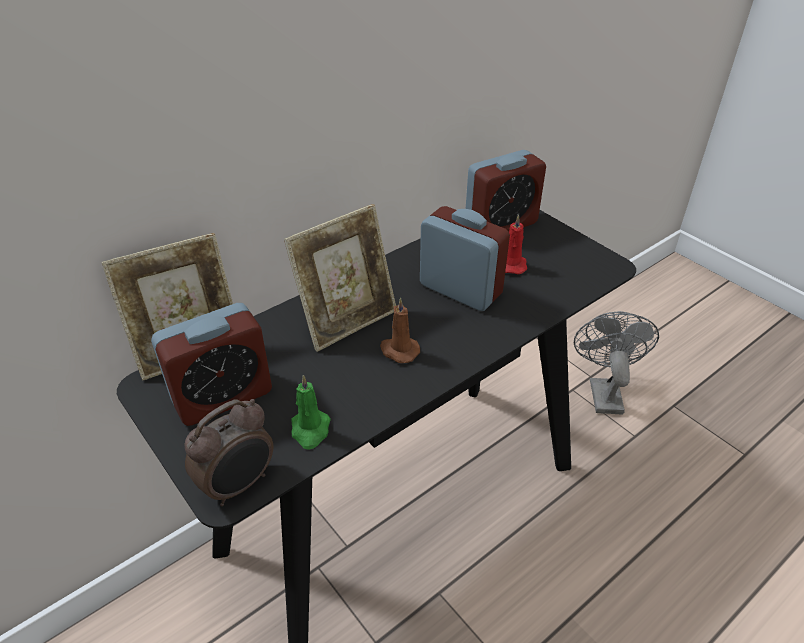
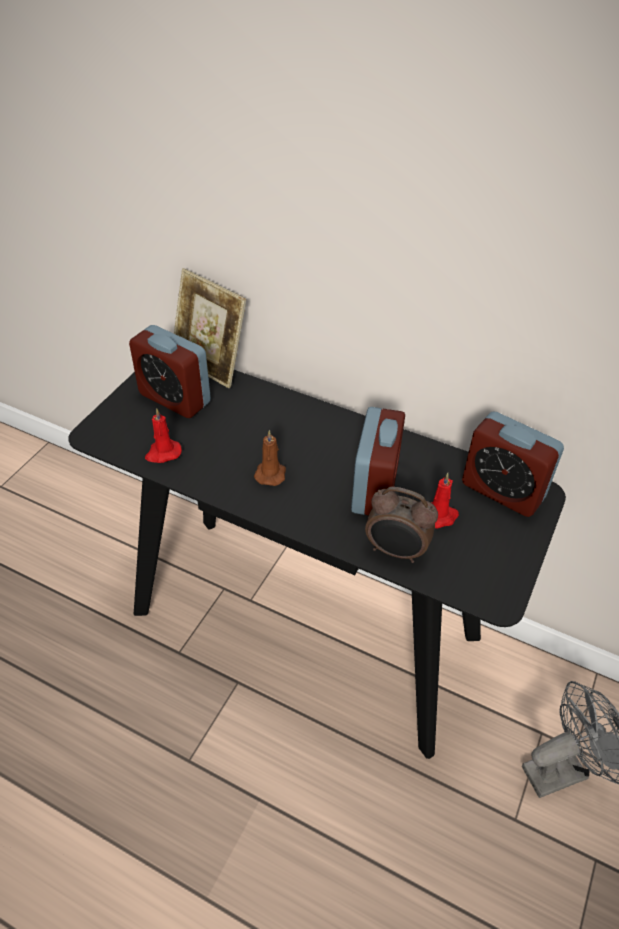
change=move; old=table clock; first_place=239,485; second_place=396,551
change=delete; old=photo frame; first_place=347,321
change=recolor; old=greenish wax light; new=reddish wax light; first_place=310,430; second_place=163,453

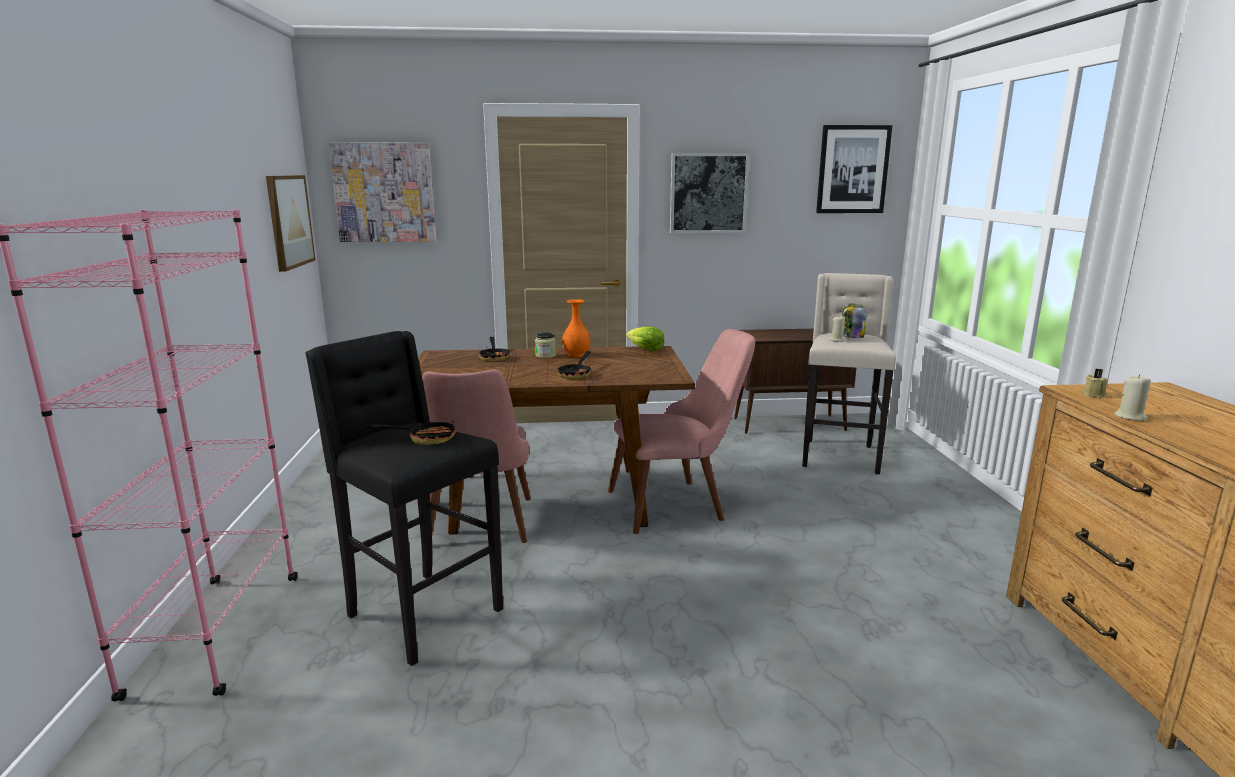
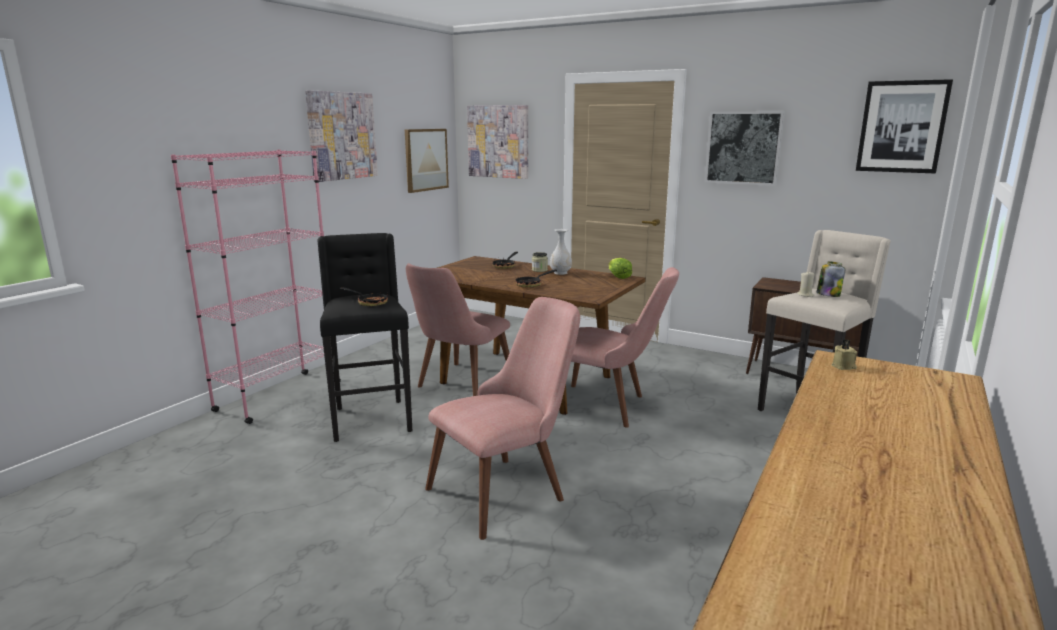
change=recolor; old=orange-coloured vase; new=white-coloured vase; first_place=576,355; second_place=560,273
change=delete; old=beige wax light; first_place=1130,417
change=insert; new=picture; second_place=342,136
change=insert; new=pink plain chair; second_place=508,488

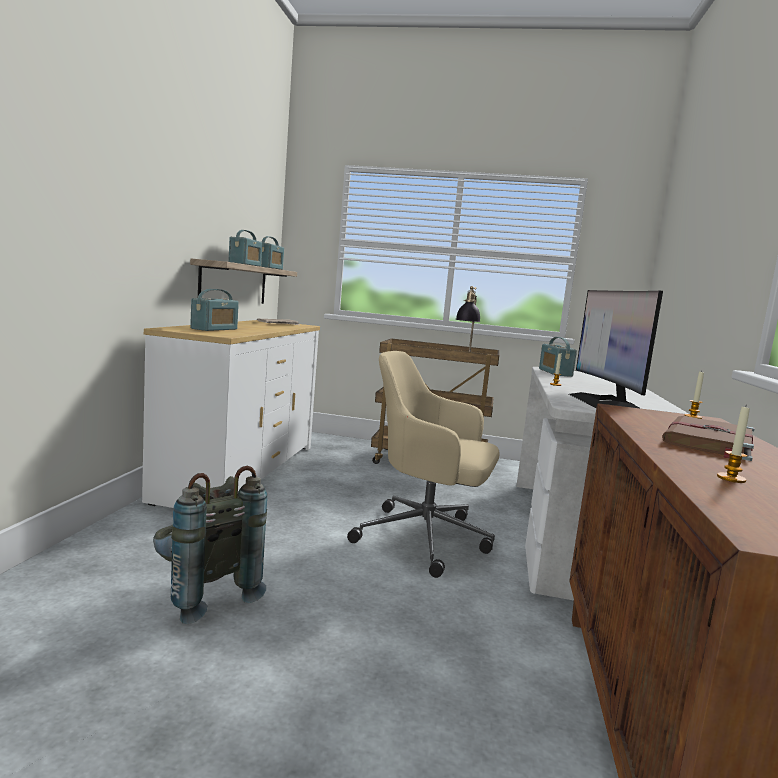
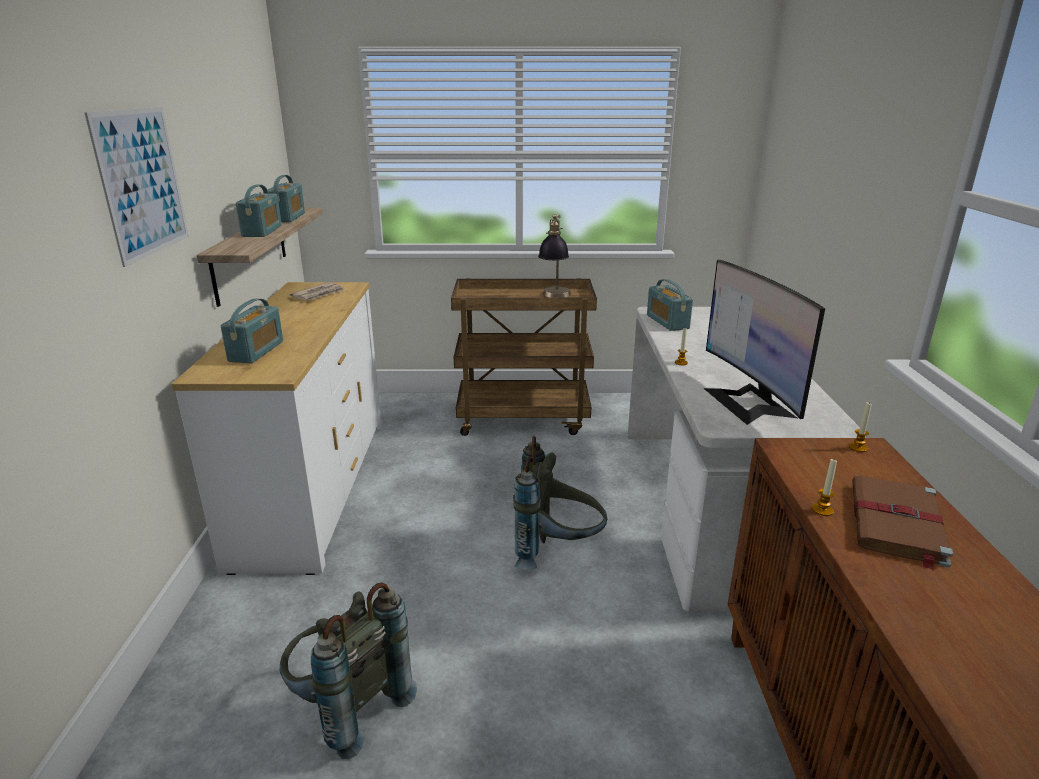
change=replace; old=beige desk chair; new=greyish knapsack; first_place=426,539; second_place=557,552
change=move; old=wax light; first_place=731,478; second_place=822,510
change=insert; new=picture; second_place=142,182

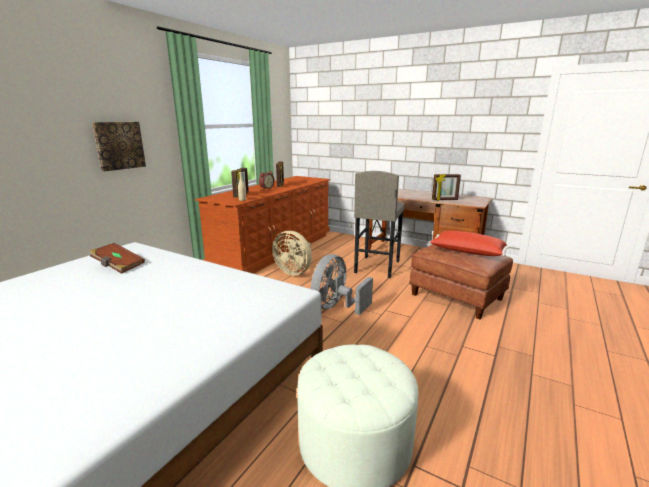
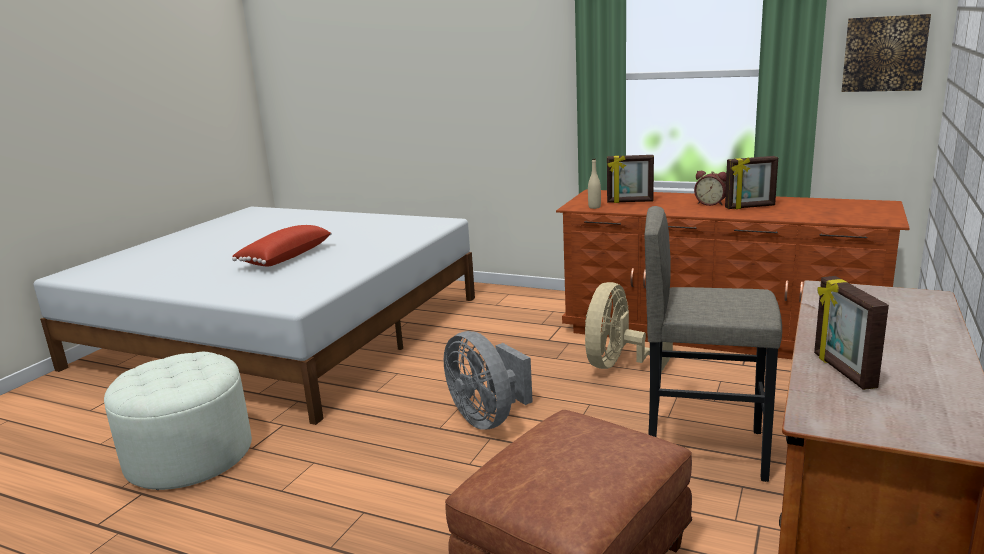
change=delete; old=brown-coloured book; first_place=118,266
change=move; old=picture; first_place=119,145; second_place=884,53
change=rotate; old=greyish cooling fan; first_place=336,307; second_place=488,418; degrees=-150
change=move; old=reddish throw pillow; first_place=467,253; second_place=284,257

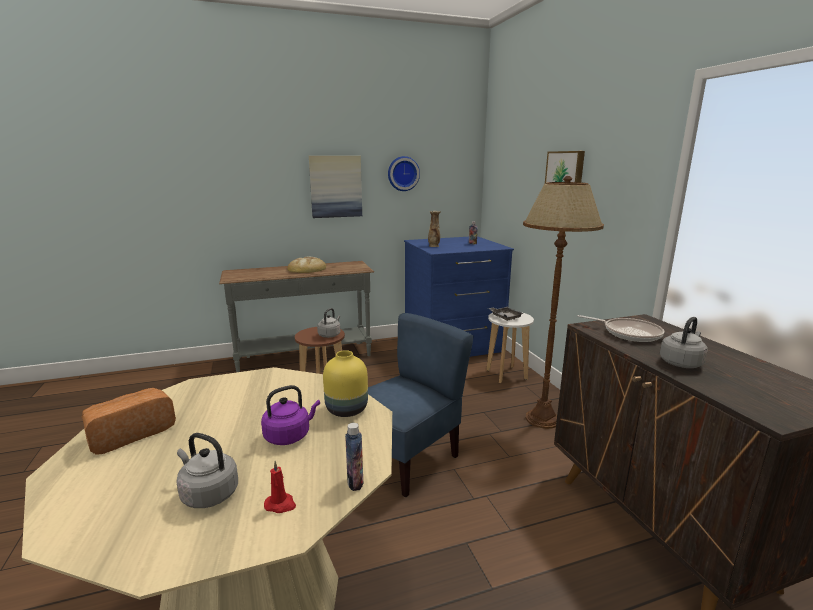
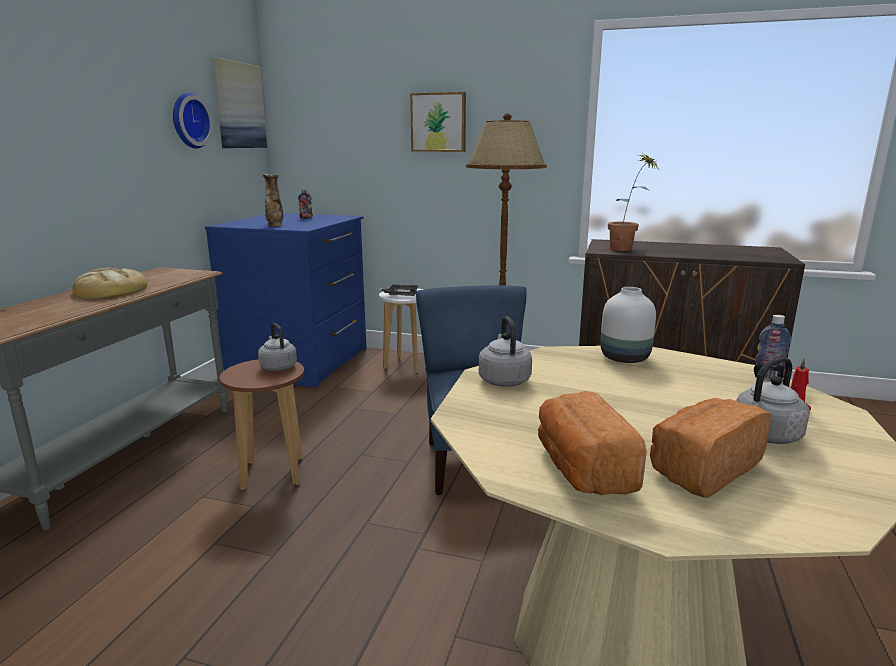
change=delete; old=purplish tea kettle; first_place=289,436
change=move; old=picture; first_place=336,186; second_place=239,106
change=recolor; old=yellow vase; new=white-coloured vase; first_place=345,409; second_place=624,358
change=replace; old=frying pan; new=houseplant; first_place=628,333; second_place=627,248
change=move; old=greyish tea kettle; first_place=681,363; second_place=503,380
change=insert; new=baked bread; second_place=702,468

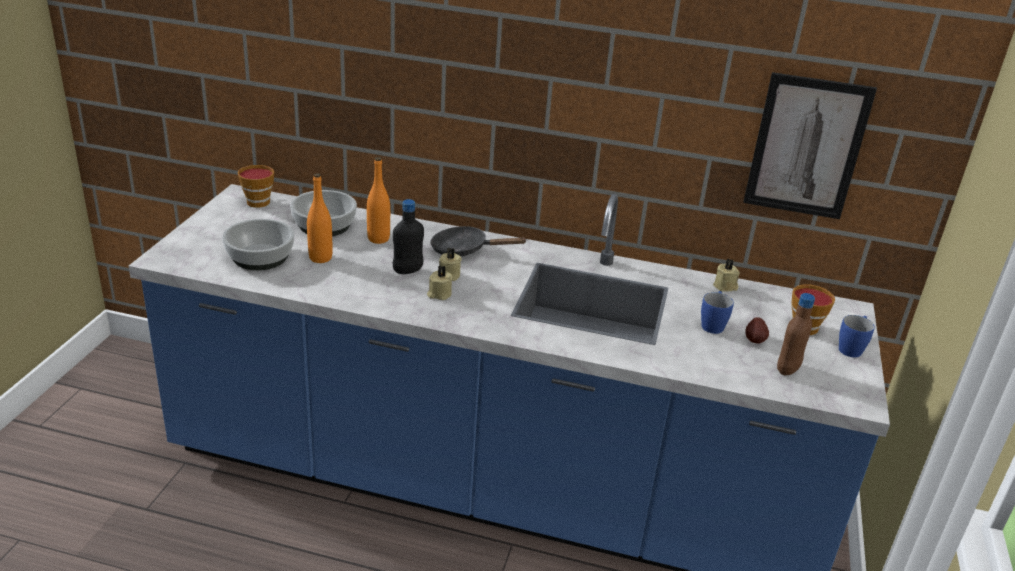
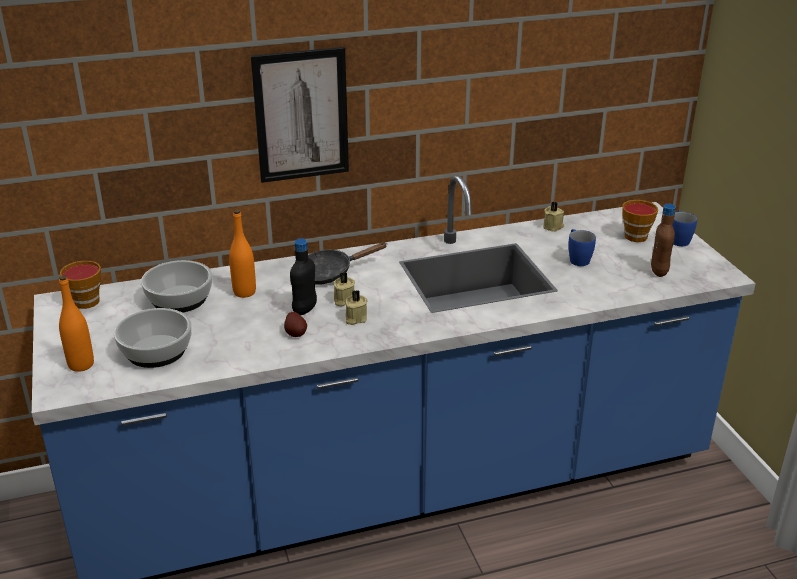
change=move; old=orange-coloured bottle; first_place=320,258; second_place=81,365
change=move; old=picture; first_place=806,147; second_place=301,115
change=move; old=potato; first_place=755,339; second_place=296,333

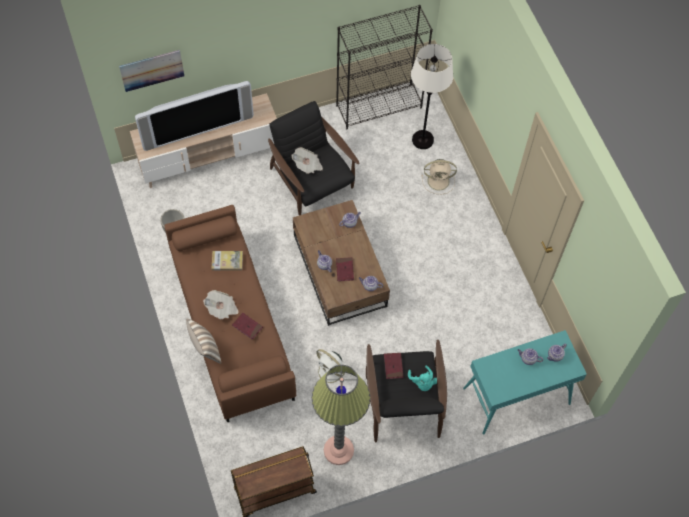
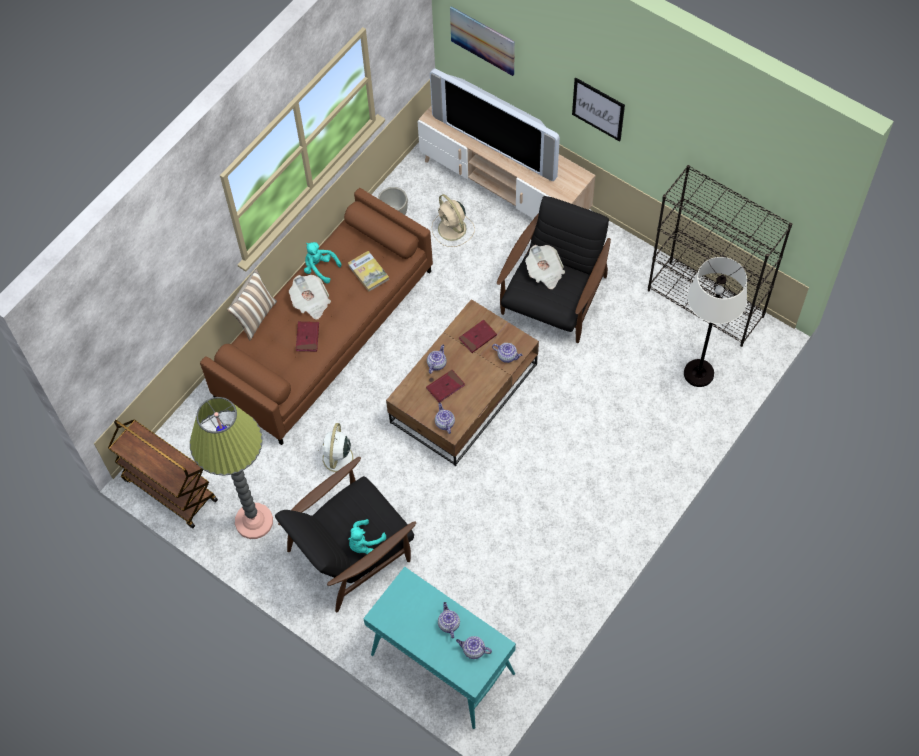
change=move; old=reddish book; first_place=393,366; second_place=477,337
change=move; old=beige cooling fan; first_place=439,181; second_place=452,229
change=insert; new=turquoise-coloured plush toy; second_place=320,268
change=insert; new=picture; second_place=598,109

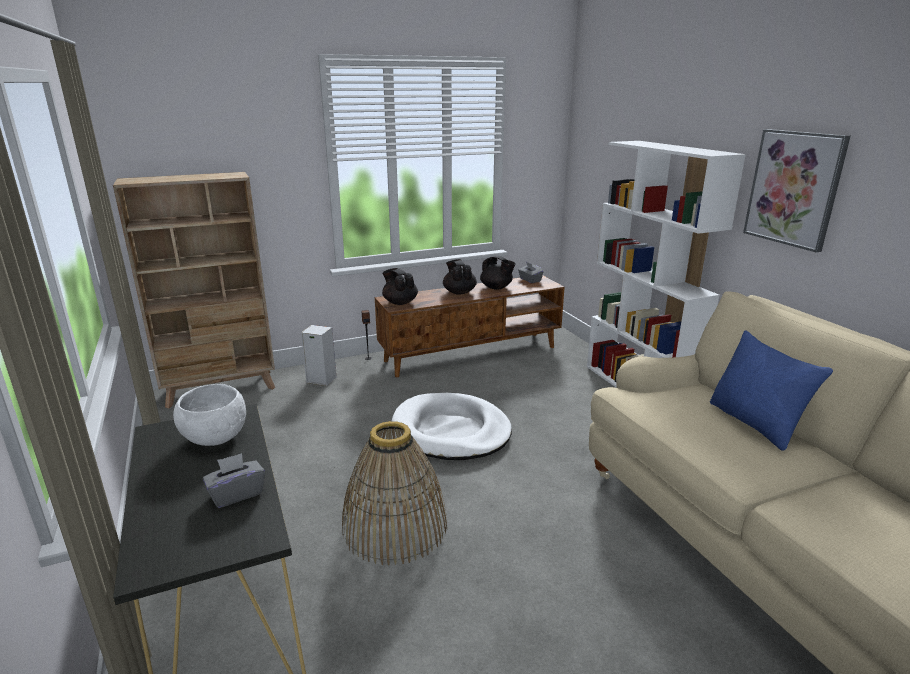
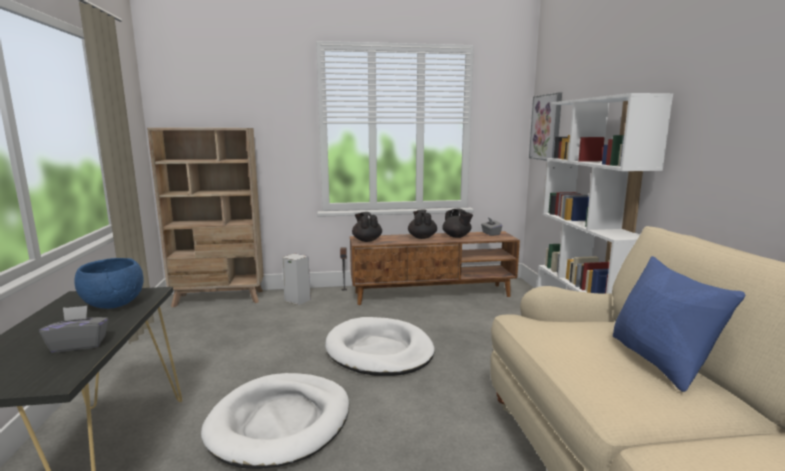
change=recolor; old=white-coloured bowl; new=blue-coloured bowl; first_place=215,439; second_place=113,305
change=replace; old=basket; new=white-coloured pet bed; first_place=395,526; second_place=280,422
change=move; old=picture; first_place=794,188; second_place=546,127

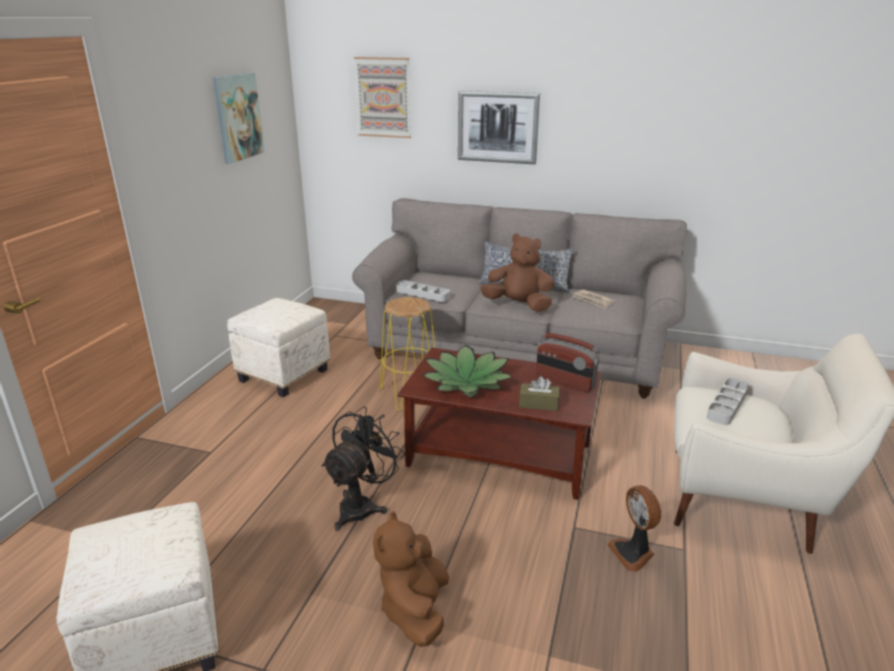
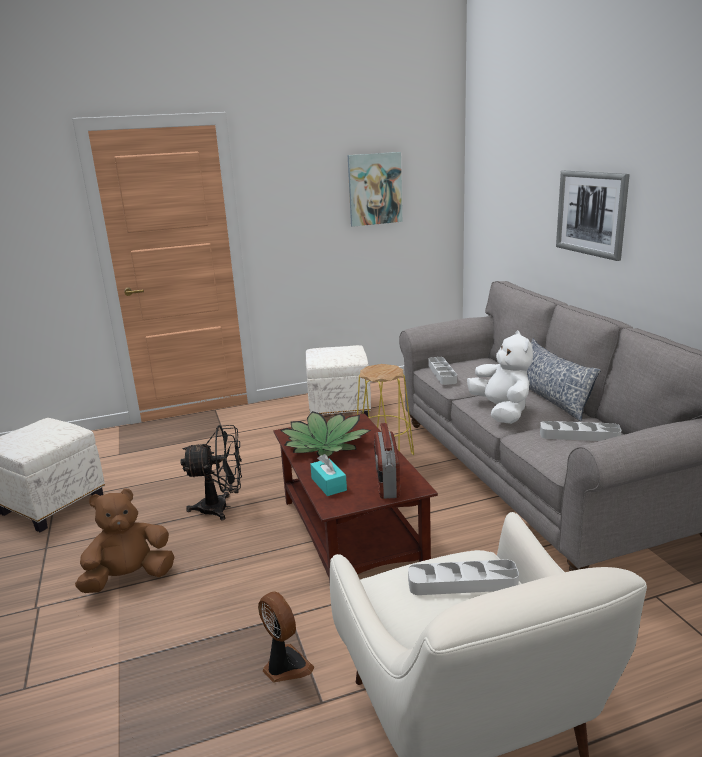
change=delete; old=picture; first_place=383,97
change=recolor; old=brown-coloured plush toy; new=white-coloured plush toy; first_place=518,305; second_place=501,412
change=recolor; old=brown-coloured tissue box; new=turquoise-coloured tissue box; first_place=538,404; second_place=328,484
change=replace; old=daily paper; new=greyish serving tray; first_place=593,300; second_place=579,435
change=rotate; old=cooling fan; first_place=633,553; second_place=285,666; degrees=105

